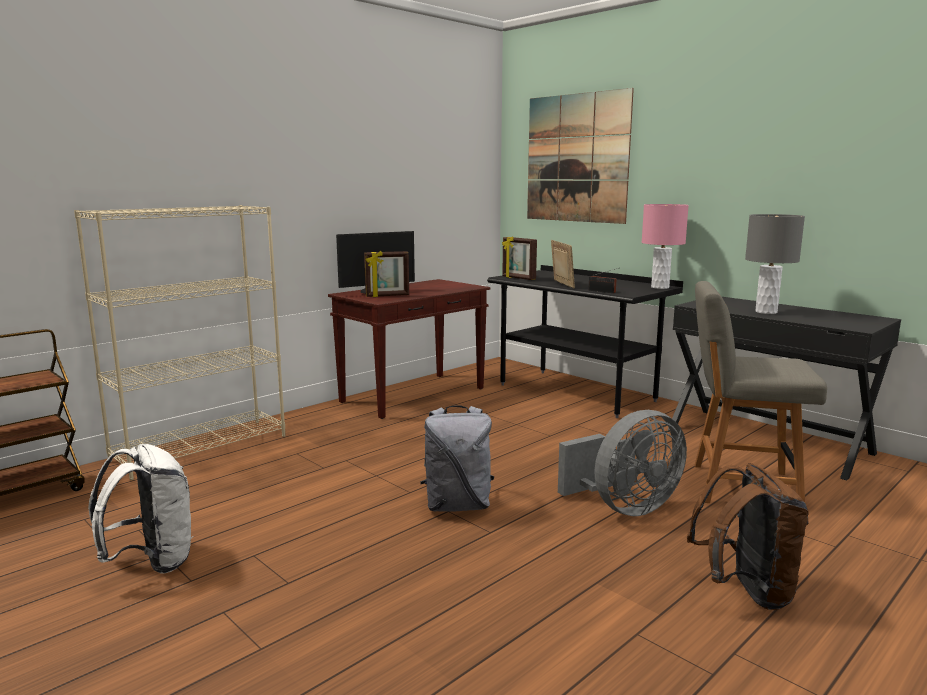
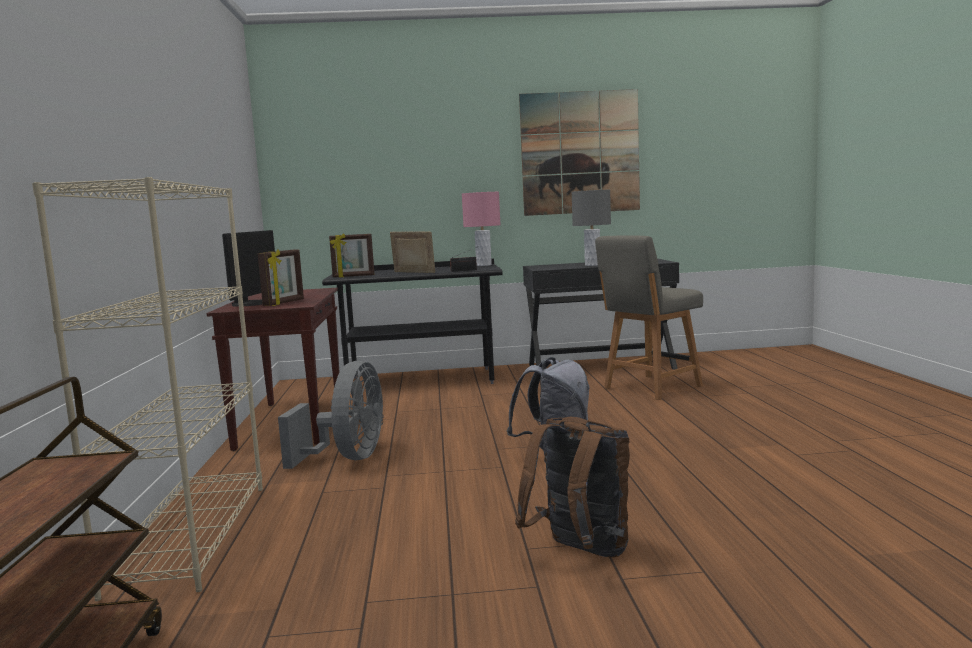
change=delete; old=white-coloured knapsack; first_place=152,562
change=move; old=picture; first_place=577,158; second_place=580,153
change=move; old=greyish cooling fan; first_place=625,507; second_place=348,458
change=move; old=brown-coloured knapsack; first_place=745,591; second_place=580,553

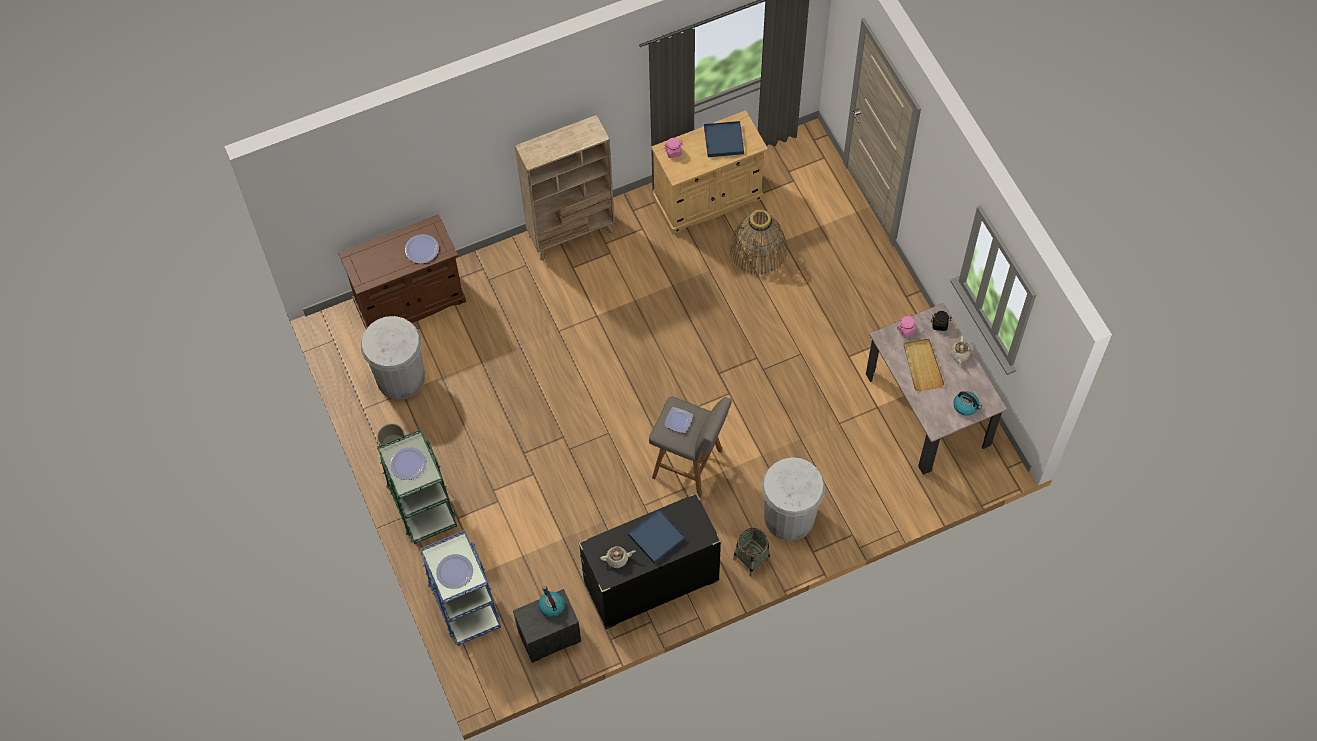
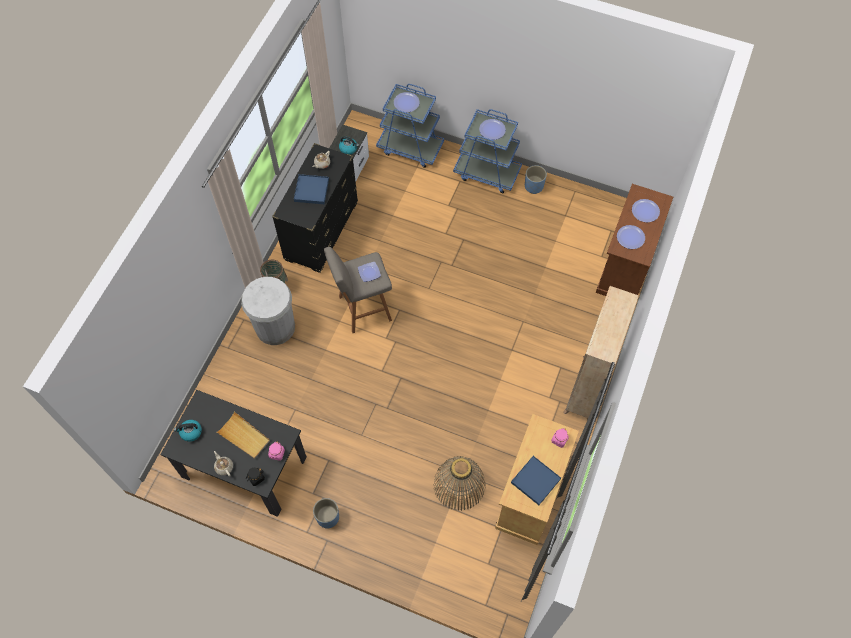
change=delete; old=white-coloured rubbish bin; first_place=400,378
change=recolor; old=greenish wheeled cart; new=blue-coloured wheeled cart; first_place=421,502; second_place=487,173
change=recolor; old=beige dining table; new=blackish dining table; first_place=927,409; second_place=244,467
change=insert; new=blue-coloured plant pot; second_place=327,517
change=insert; new=plate; second_place=645,211

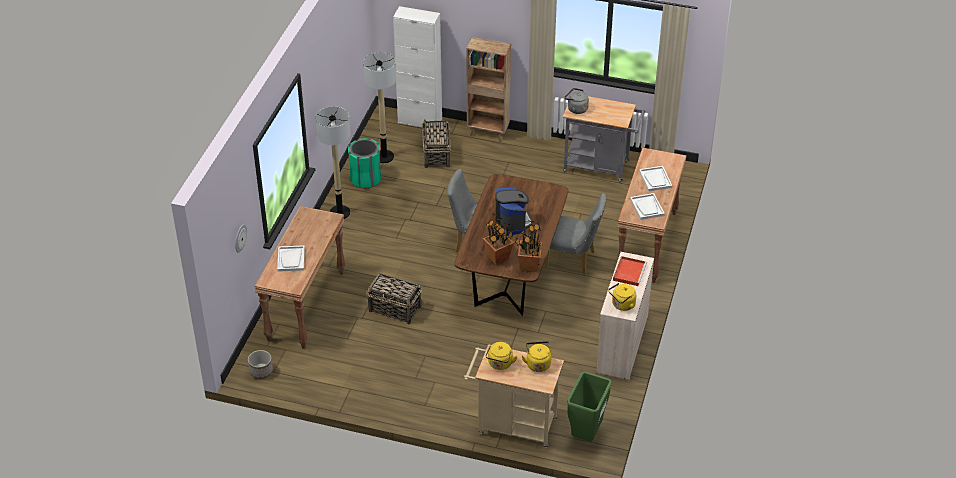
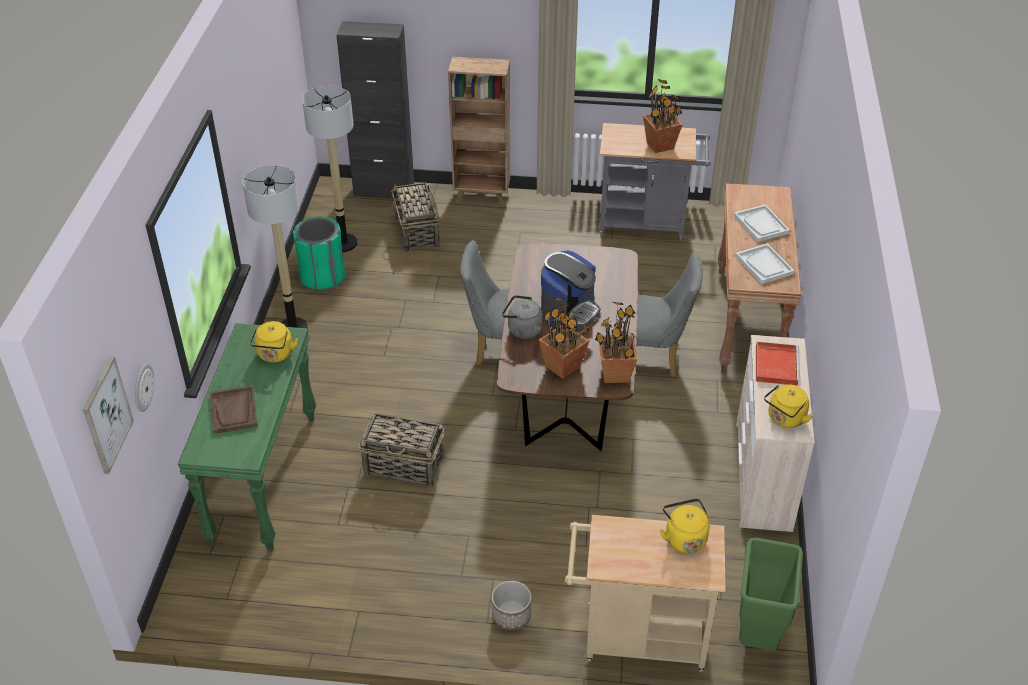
change=move; old=plant pot; first_place=261,371; second_place=511,616
change=recolor; old=brown-coloured narrow table; new=greenish narrow table; first_place=305,305; second_place=263,478
change=recolor; old=white-coloured serving tray; new=brown-coloured serving tray; first_place=291,259; second_place=234,411
change=recolor; old=white-coloured cupboard; new=blackish cupboard; first_place=420,121; second_place=384,191
change=move; old=yellow tea kettle; first_place=500,364; second_place=275,355
change=rotate; old=coffee machine; first_place=512,222; second_place=569,311; degrees=60
change=move; old=greyish tea kettle; first_place=576,109; second_place=522,330
change=insert; new=picture; second_place=106,415
change=insert; new=houseplant; second_place=660,146

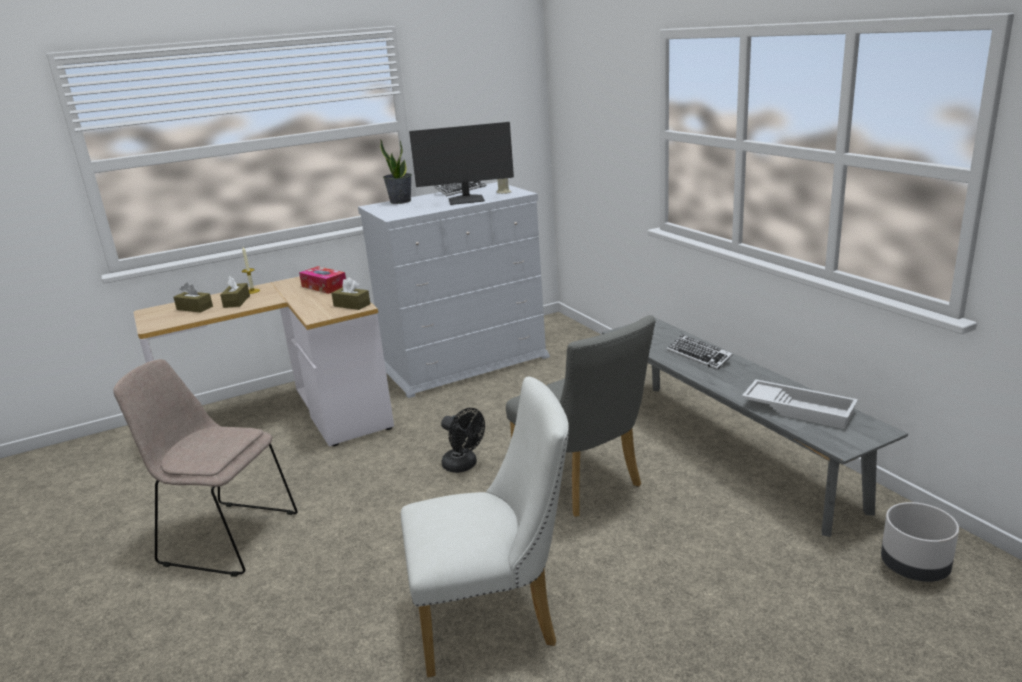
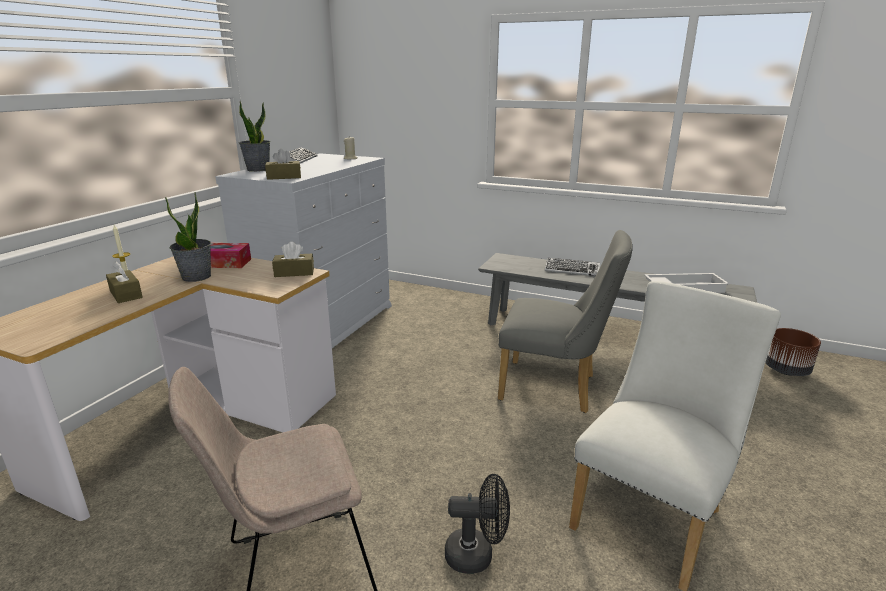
change=move; old=brown-coloured tissue box; first_place=194,308; second_place=284,177
change=delete; old=computer screen; first_place=466,200
change=move; old=blackish cooling fan; first_place=464,466; second_place=477,554
change=recolor; old=greyish plant pot; new=brown-coloured plant pot; first_place=914,568; second_place=786,370
change=insert; new=houseplant; second_place=196,277

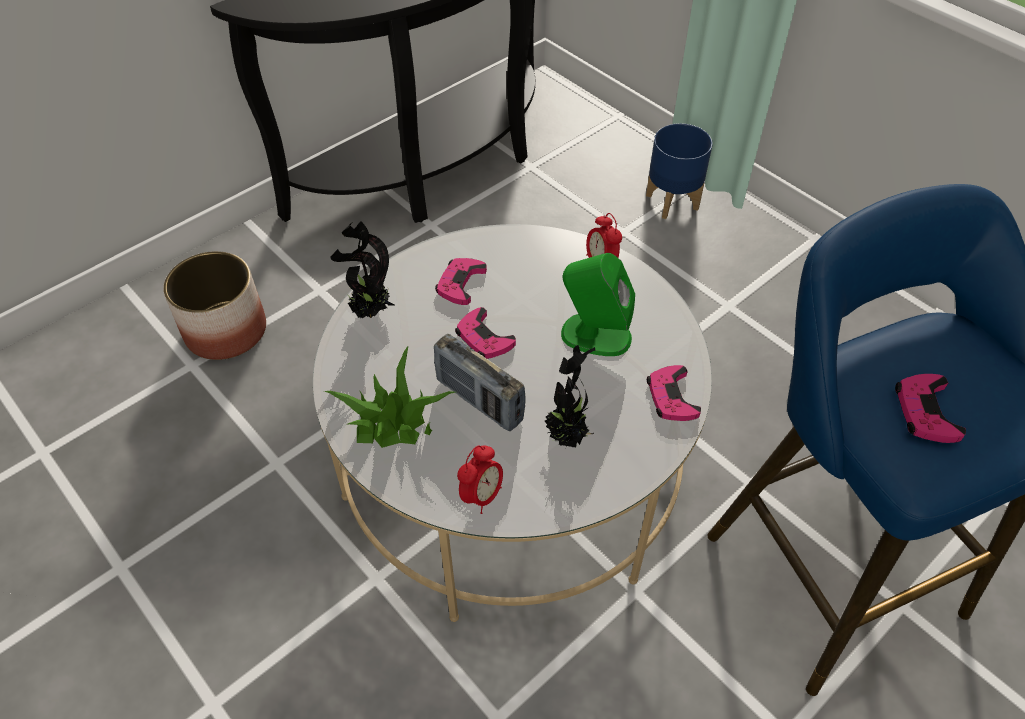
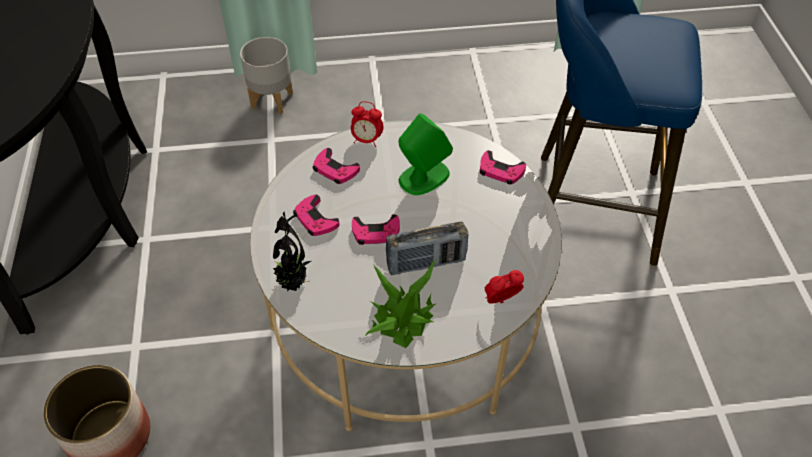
change=rotate; old=table clock; first_place=481,495; second_place=501,301; degrees=-90
change=delete; old=houseplant; first_place=567,437
change=recolor; old=blue-coloured plant pot; new=greyish plant pot; first_place=673,201; second_place=272,100
change=move; old=pink game controller; first_place=925,412; second_place=335,170

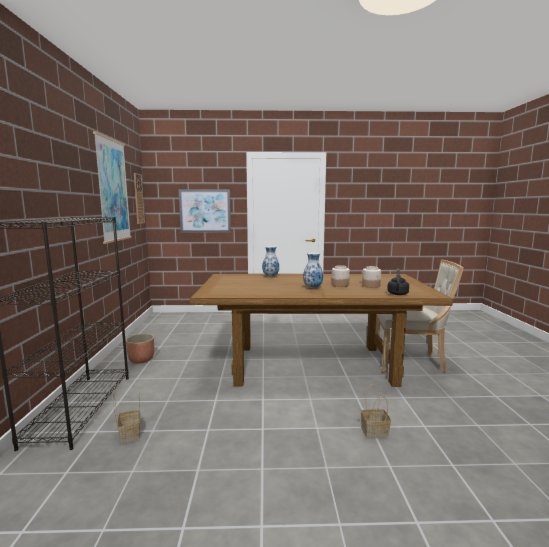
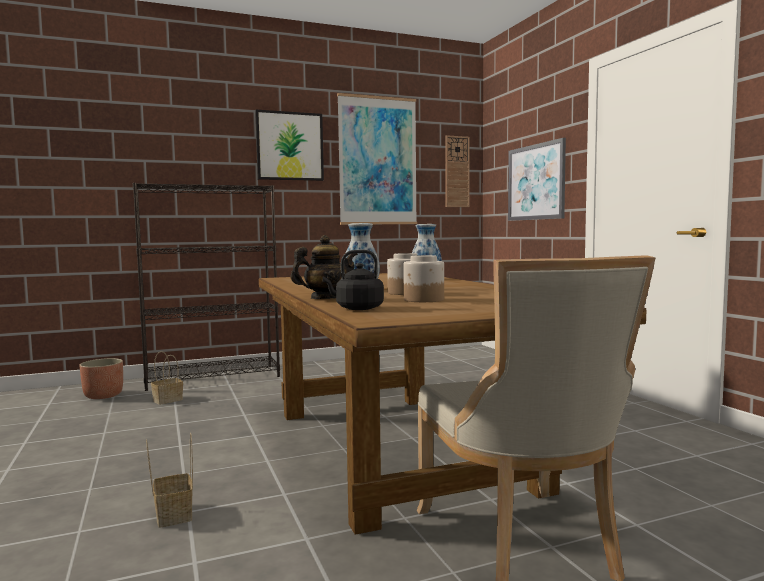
change=move; old=plant pot; first_place=141,359; second_place=103,395
change=insert; new=picture; second_place=289,146
change=insert; new=tea pot; second_place=325,299

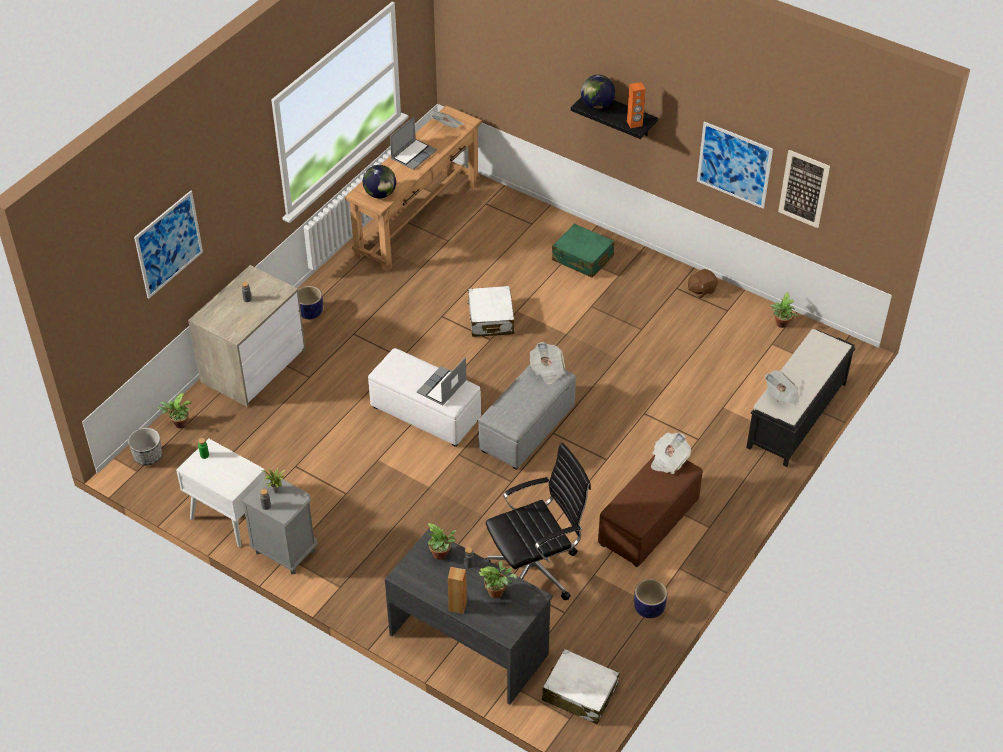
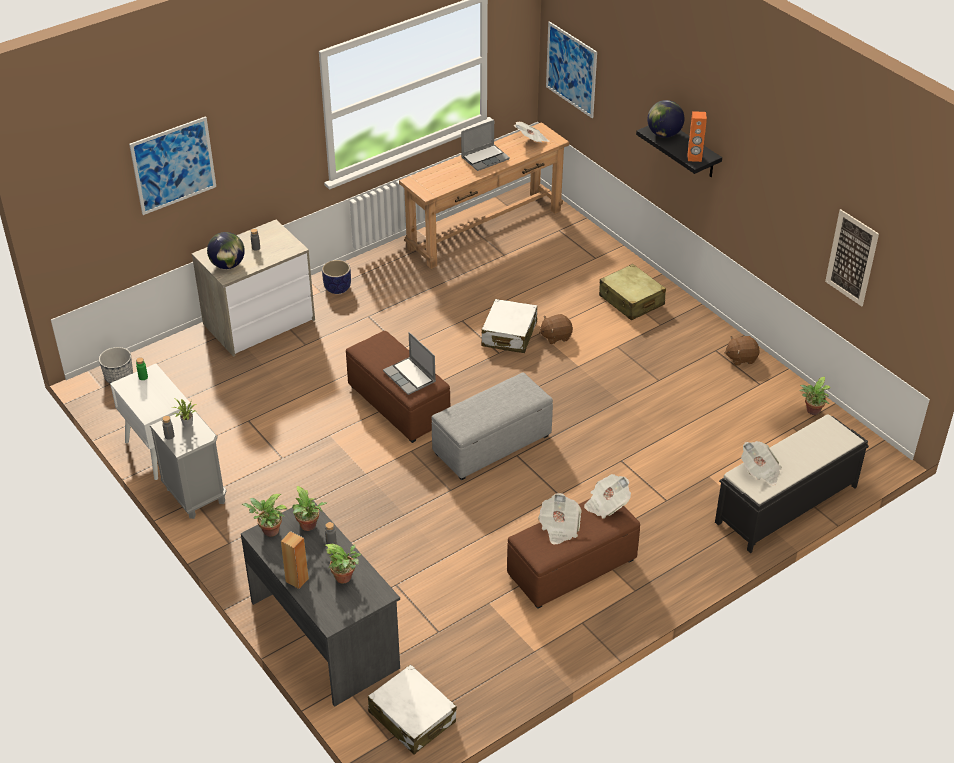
change=move; old=houseplant; first_place=179,425; second_place=269,532
change=move; old=globe; first_place=380,194; second_place=228,265
change=recolor; old=white-coloured footrest; new=brown-coloured footrest; first_place=426,414; second_place=399,405
change=rotate; old=laptop; first_place=442,387; second_place=410,377; degrees=-90
change=delete; old=blackish desk chair; first_place=535,569
change=move; old=daily paper; first_place=547,370; second_place=559,528
change=recolor; old=greenish piece of luggage; new=beige piece of luggage; first_place=583,258; second_place=631,300
change=delete; old=plant pot; first_place=648,609
change=move; old=picture; first_place=734,165; second_place=571,69
change=insert; new=brown-coloured plush toy; second_place=555,336

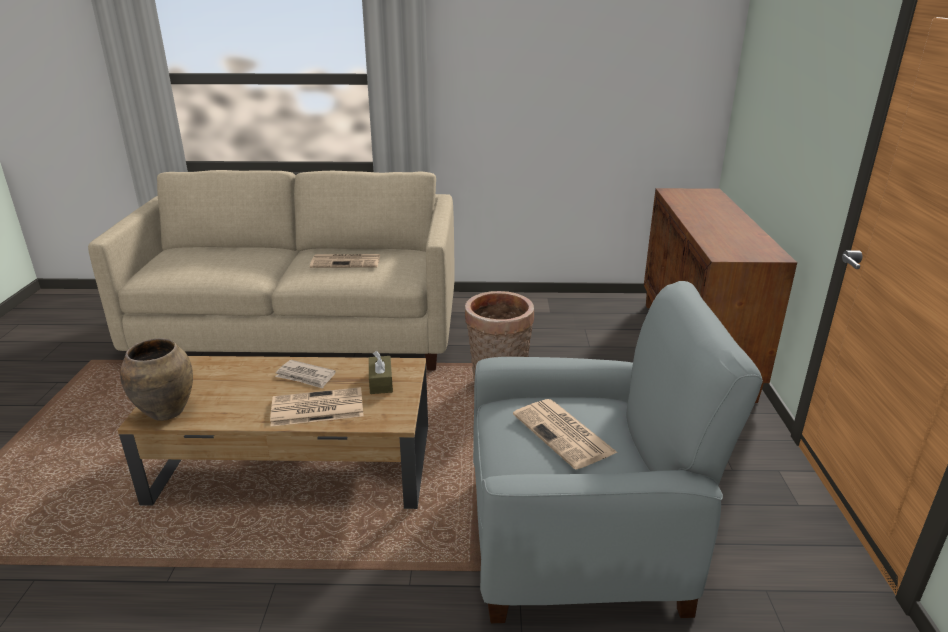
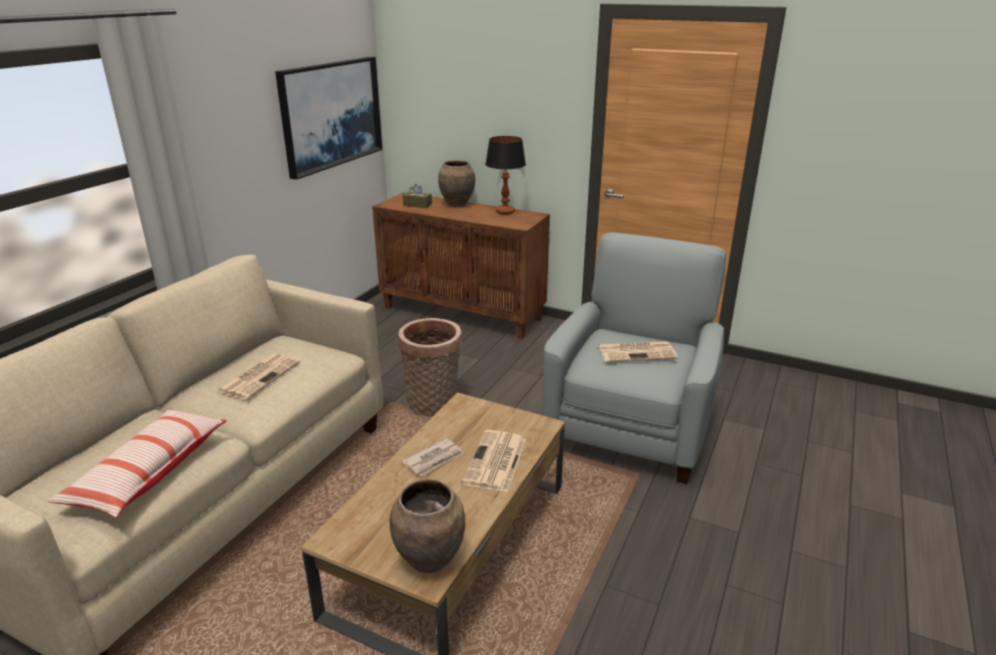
change=move; old=brown-coloured tissue box; first_place=381,382; second_place=417,205
change=insert; new=throw pillow; second_place=149,472
change=insert; new=picture; second_place=331,114
change=insert; new=brown-coloured vase; second_place=457,204
change=insert; new=table lamp; second_place=505,212

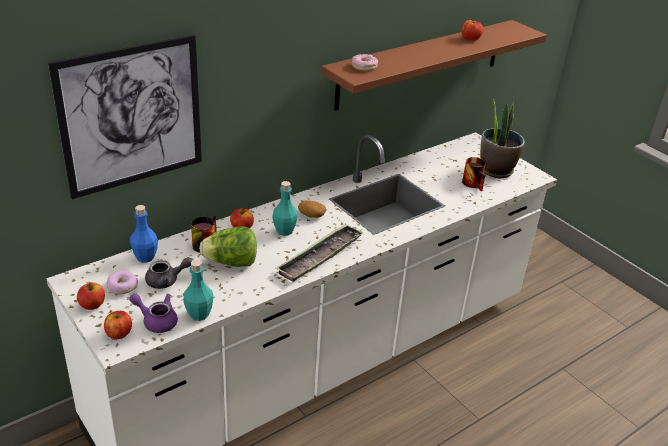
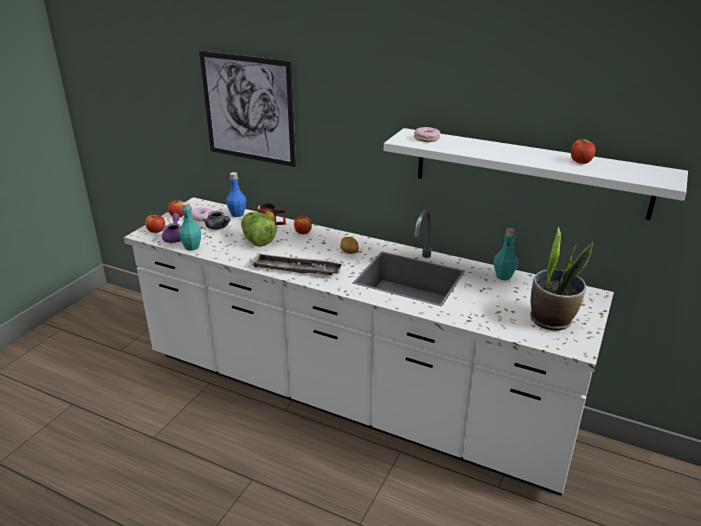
change=move; old=turquoise-coloured bottle; first_place=284,231; second_place=503,276
change=recolor; old=brown-coloured wall shelf; new=white-coloured wall shelf; first_place=421,63; second_place=530,172
change=delete; old=tea mug; first_place=475,184

